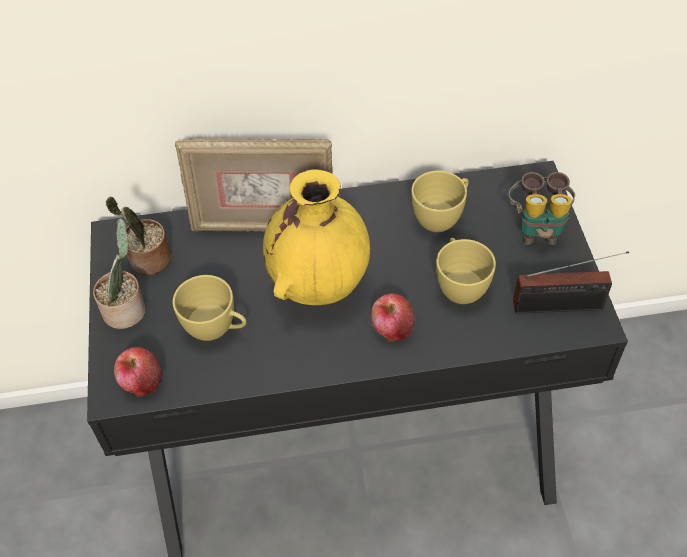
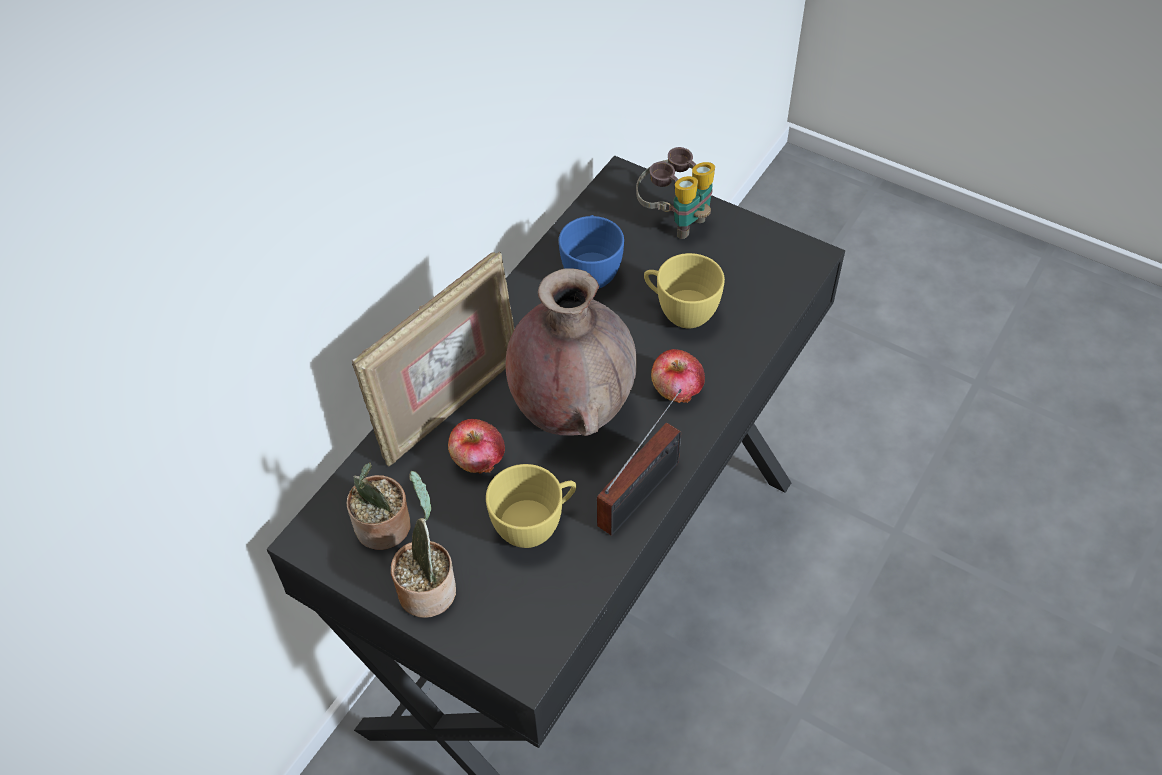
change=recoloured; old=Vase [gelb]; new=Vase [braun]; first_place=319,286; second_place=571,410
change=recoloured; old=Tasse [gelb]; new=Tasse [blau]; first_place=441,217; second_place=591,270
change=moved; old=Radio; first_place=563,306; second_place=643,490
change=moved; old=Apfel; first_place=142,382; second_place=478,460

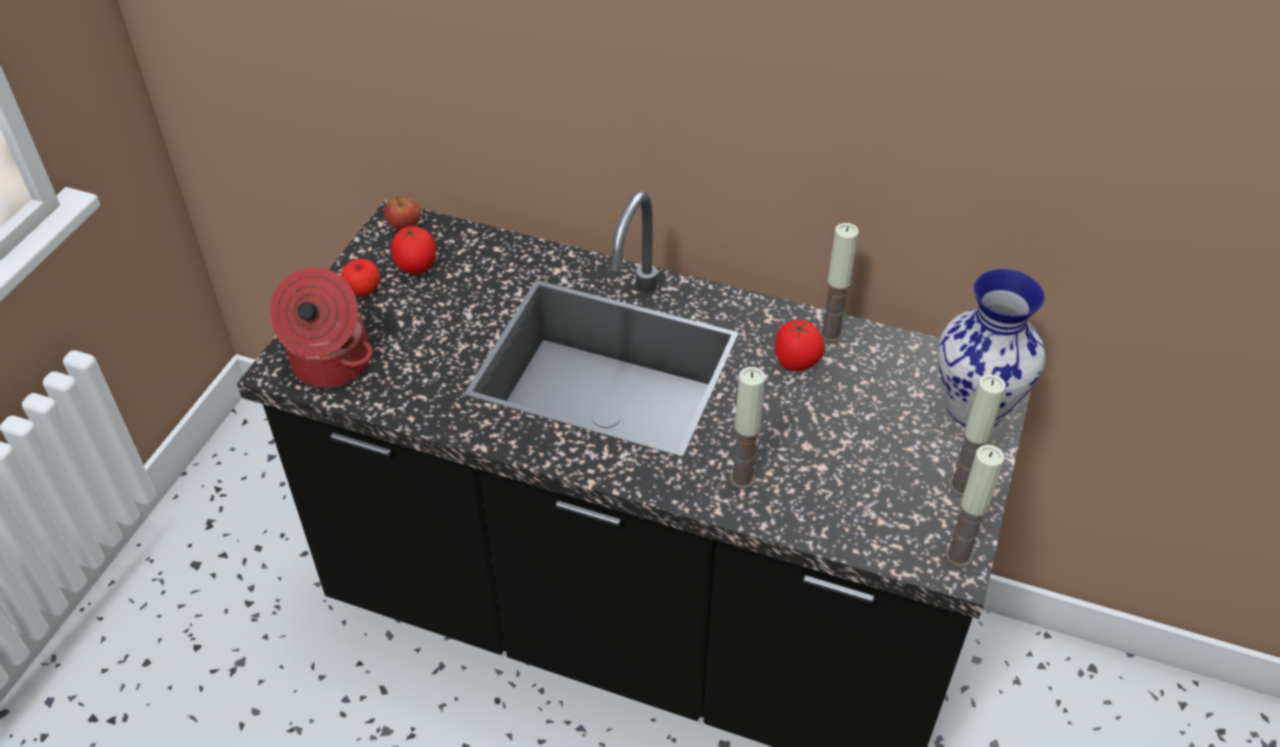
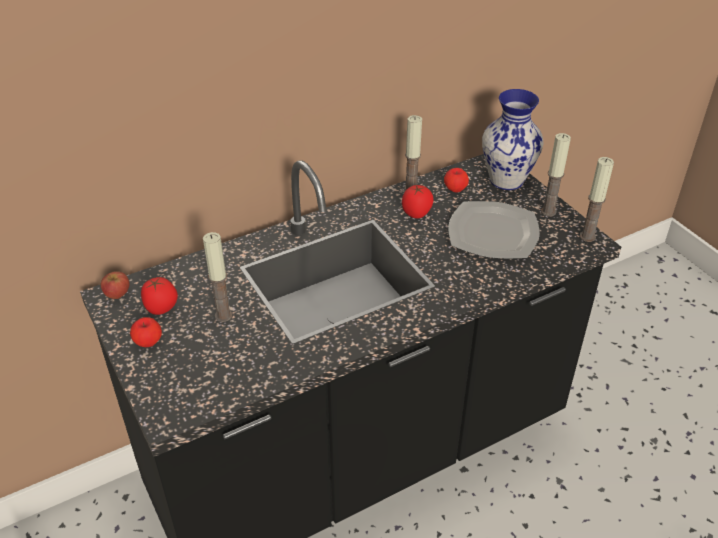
change=removed; old=Kochtopf; first_place=329,364
change=moved; old=Kerze; first_place=742,478; second_place=223,315
change=added; new=Apfel; second_place=455,189
change=added; new=Teller; second_place=492,232

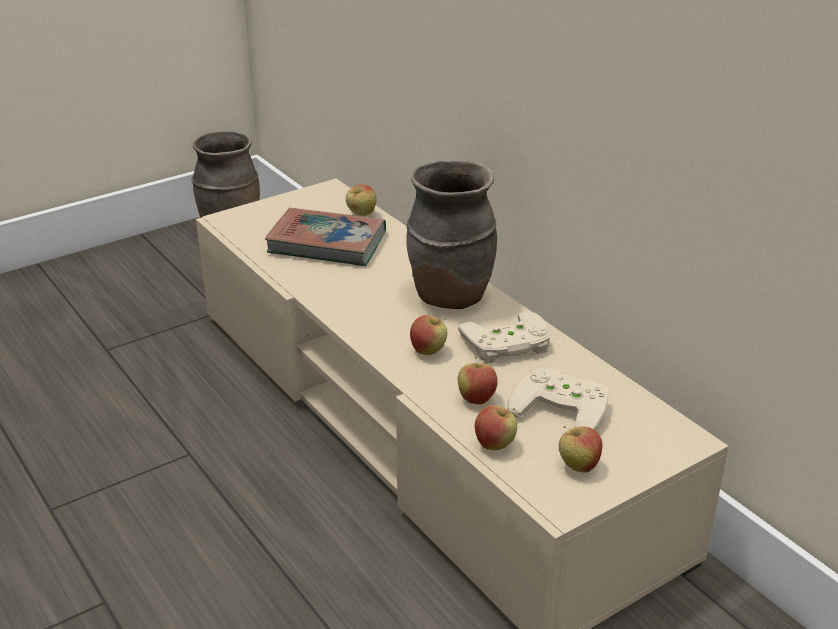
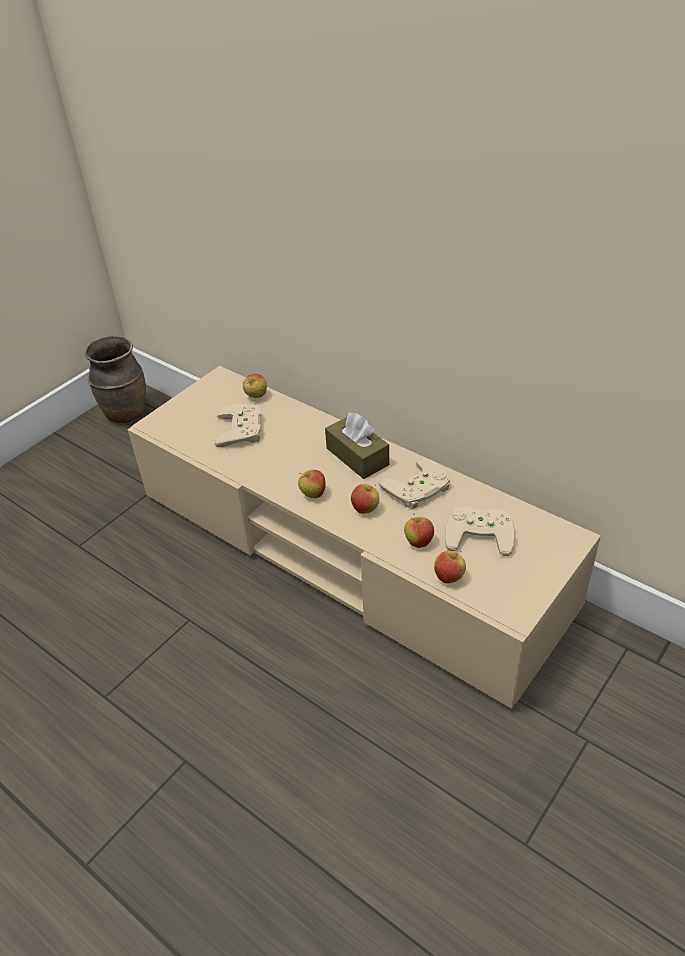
change=replaced; old=Vase [braun]; new=Taschentuchbox [braun]; first_place=449,296; second_place=357,456
change=replaced; old=Buch; new=Gamepad [beige]; first_place=327,243; second_place=243,429
change=moved; old=Apfel; first_place=578,466; second_place=313,494

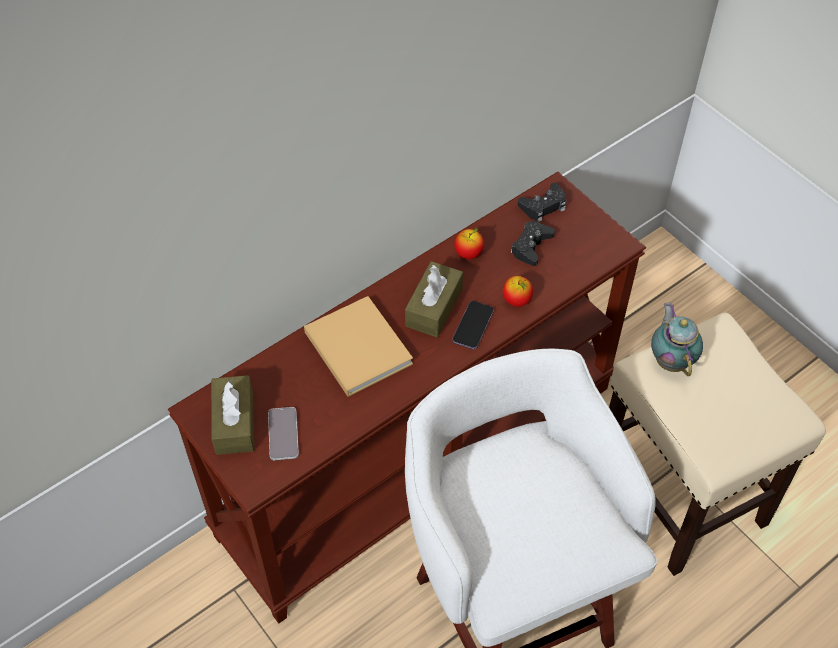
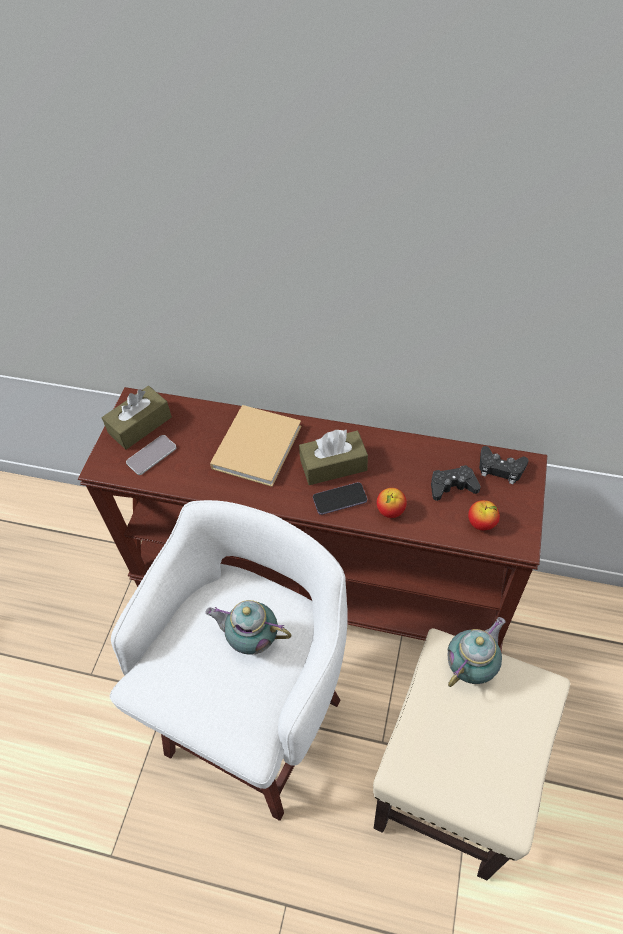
change=moved; old=Apfel; first_place=468,254; second_place=481,523
change=added; new=Teekanne; second_place=251,639

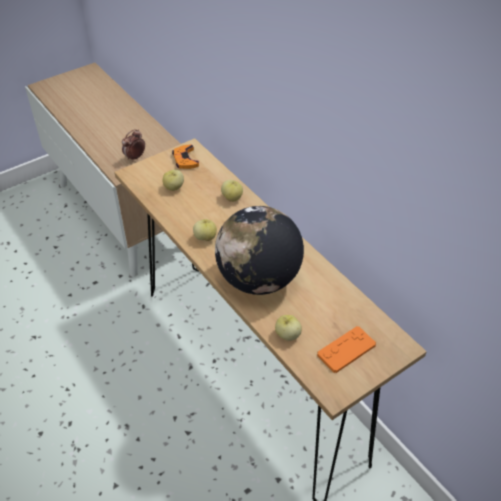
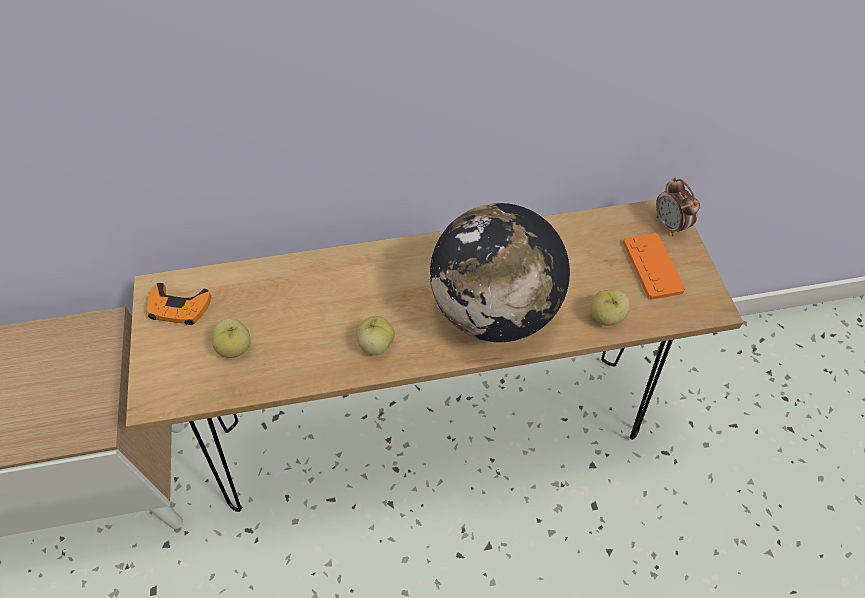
change=moved; old=Wecker; first_place=135,157; second_place=669,225
change=removed; old=Apfel; first_place=232,198

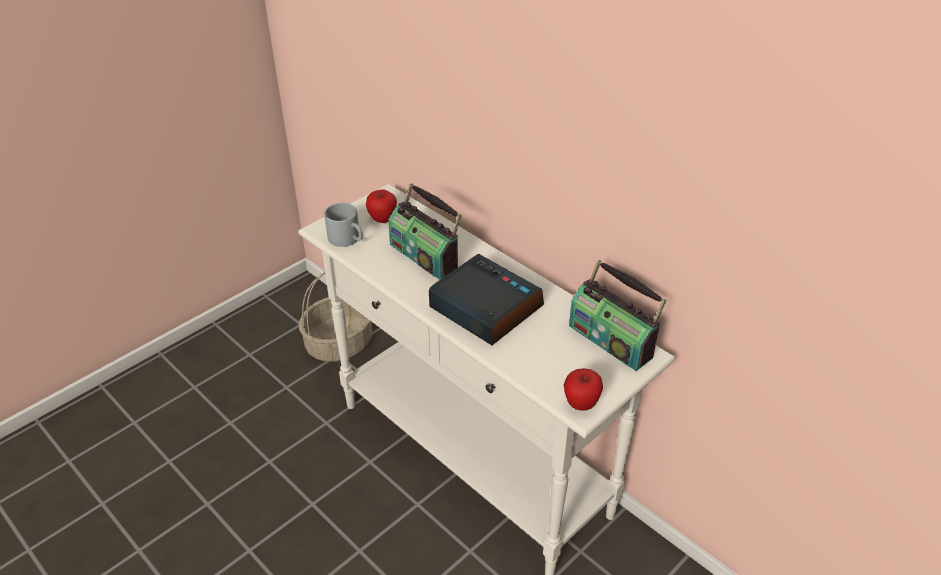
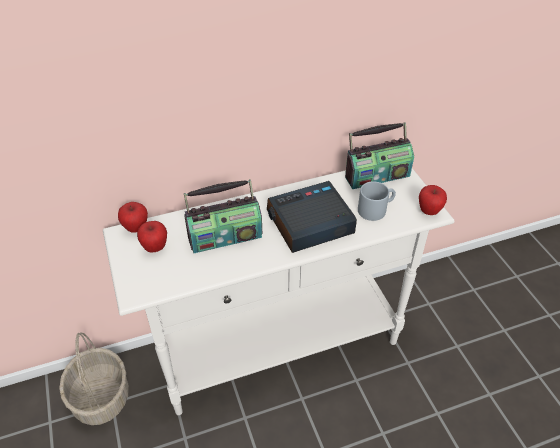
change=moved; old=Henkelbecher [grau]; first_place=348,239; second_place=375,209
change=added; new=Apfel; second_place=136,228

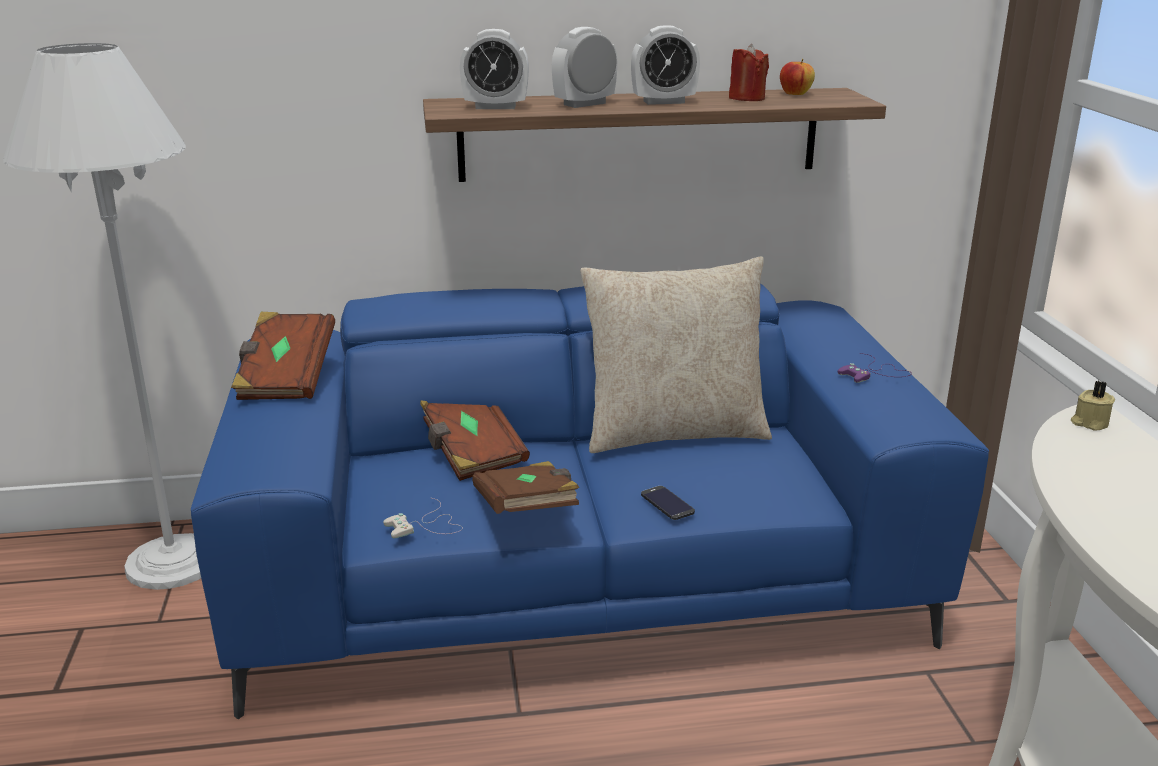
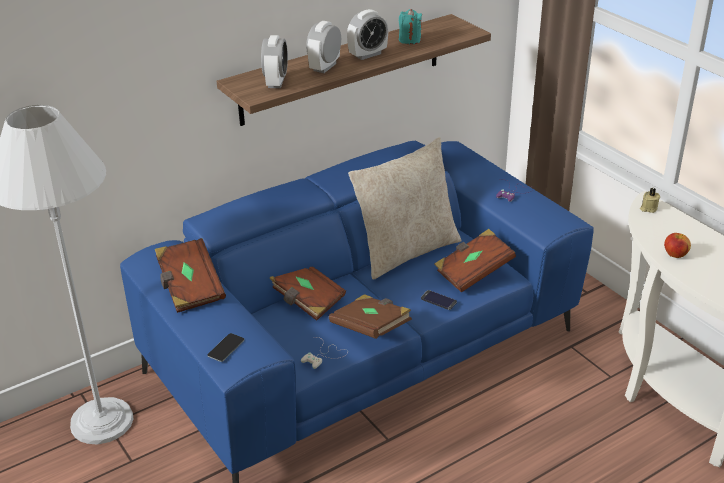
change=turned; old=Wecker; first_place=495,107; second_place=276,82; degrees=-60
change=recoloured; old=Kerze [rot]; new=Kerze [türkis]; first_place=746,98; second_place=409,40
change=moved; old=Apfel; first_place=795,94; second_place=675,254
change=added; new=Buch [braun]; second_place=473,272
change=added; new=Handy; second_place=226,348

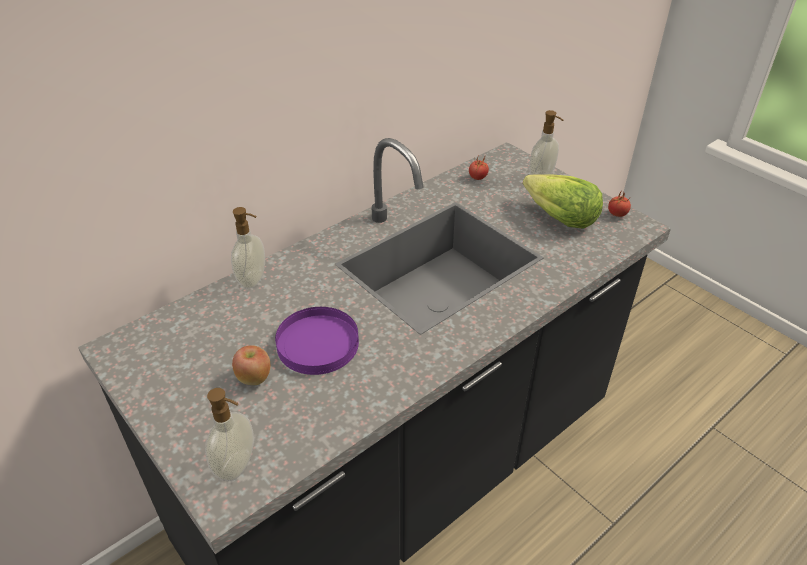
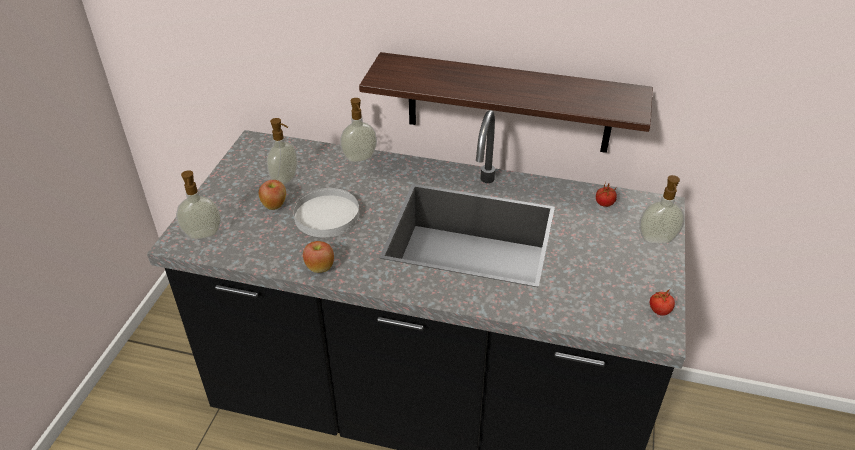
change=removed; old=Salatkopf; first_place=559,218
change=recoloured; old=Teller [lila]; new=Teller [weiß]; first_place=317,344; second_place=326,215
change=added; new=Wandregal; second_place=508,103
change=added; new=Seifenspender; second_place=286,179
change=added; new=Apfel; second_place=320,267

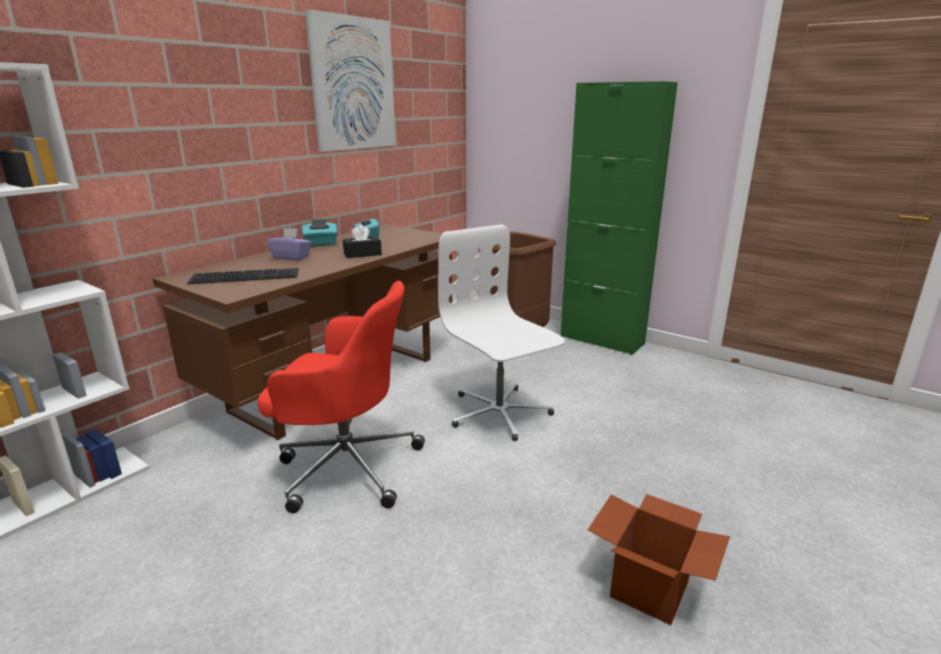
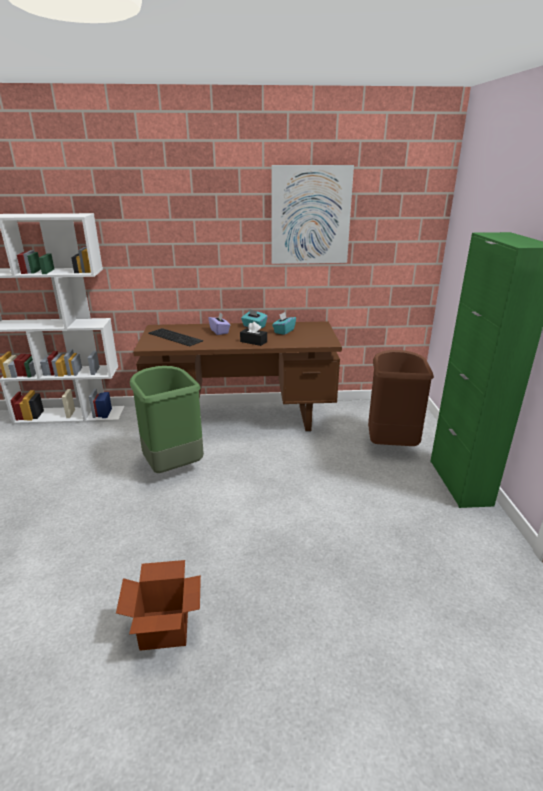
change=removed; old=Bürostuhl [weiß]; first_place=498,413
change=replaced; old=Bürostuhl [rot]; new=Mülleimer [grün]; first_place=346,466; second_place=171,466

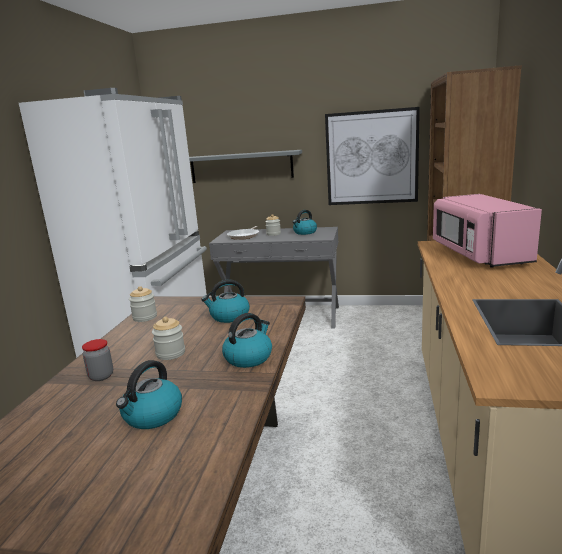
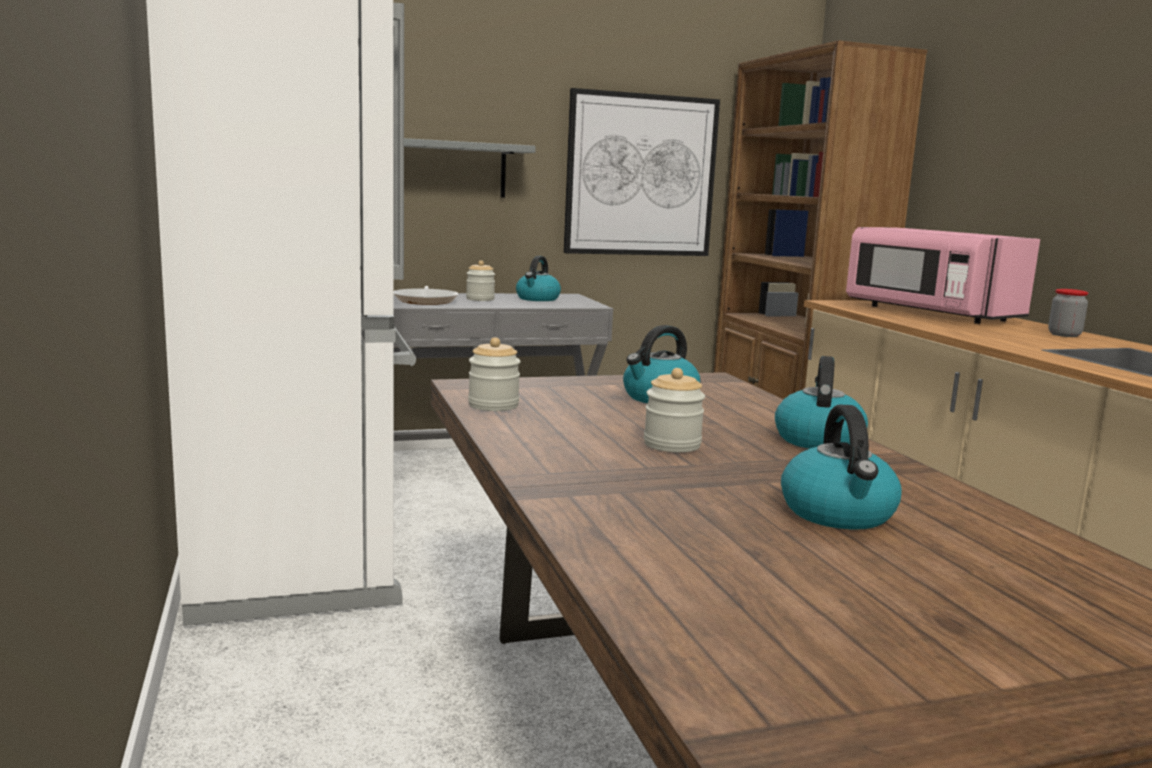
change=moved; old=Vorratsglas; first_place=101,376; second_place=1064,335

